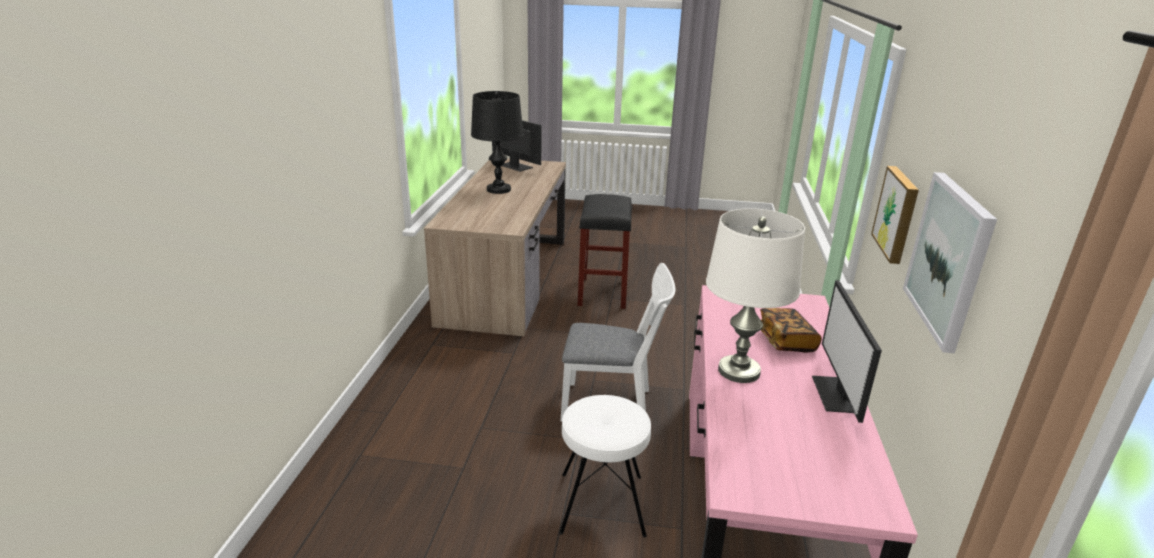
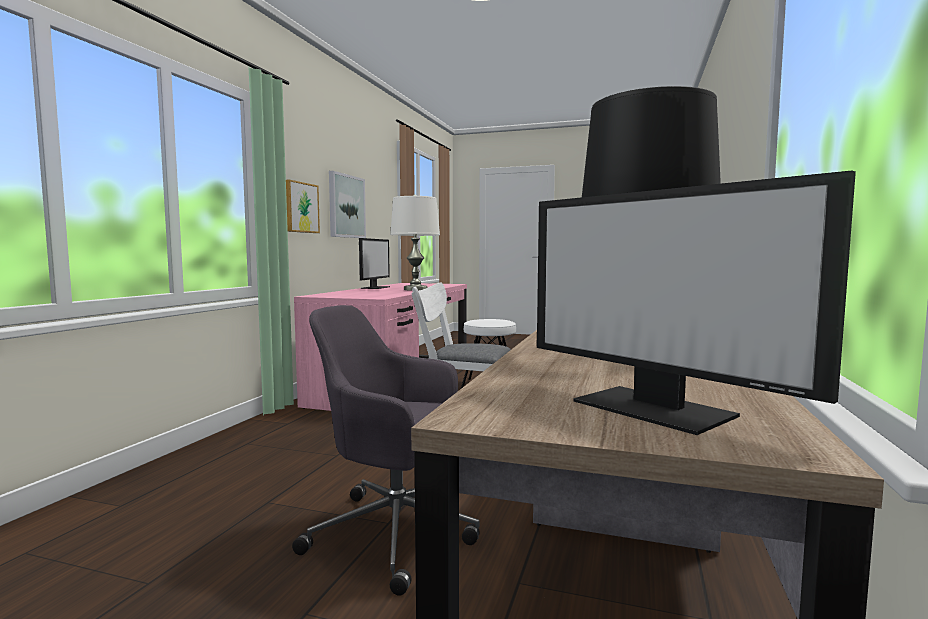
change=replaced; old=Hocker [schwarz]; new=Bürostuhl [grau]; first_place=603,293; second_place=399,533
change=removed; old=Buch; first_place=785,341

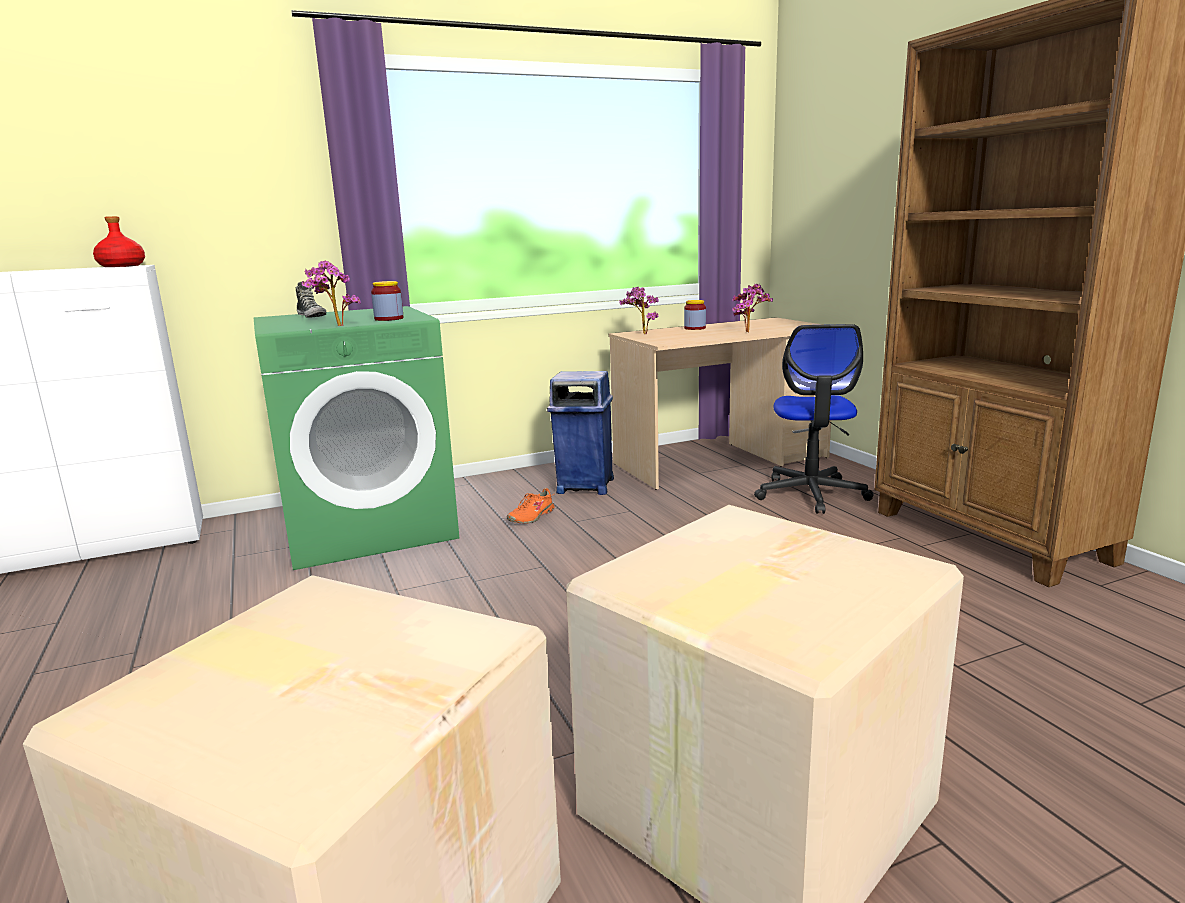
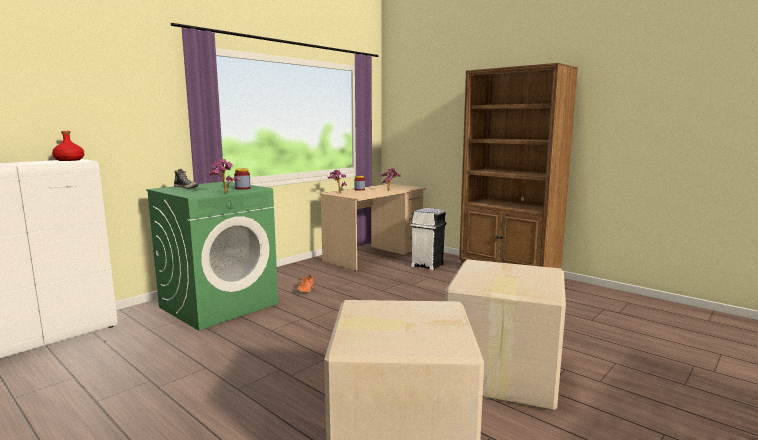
change=replaced; old=Bürostuhl; new=Mülleimer [weiß]; first_place=811,494; second_place=427,265
change=removed; old=Mülleimer [blau]; first_place=584,486

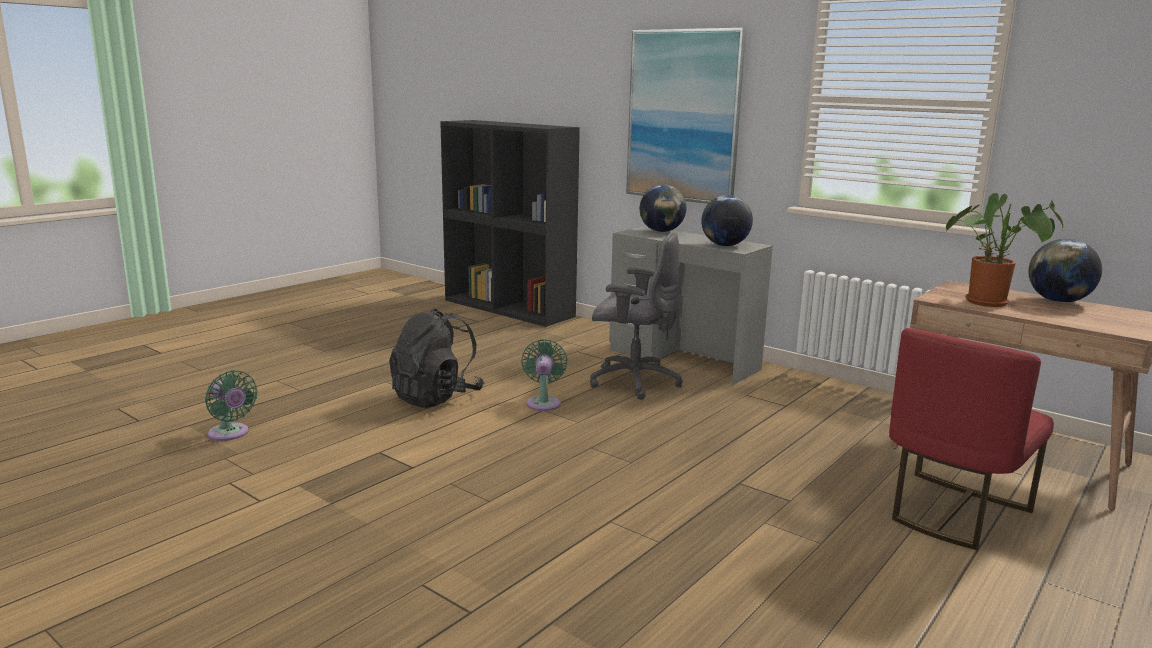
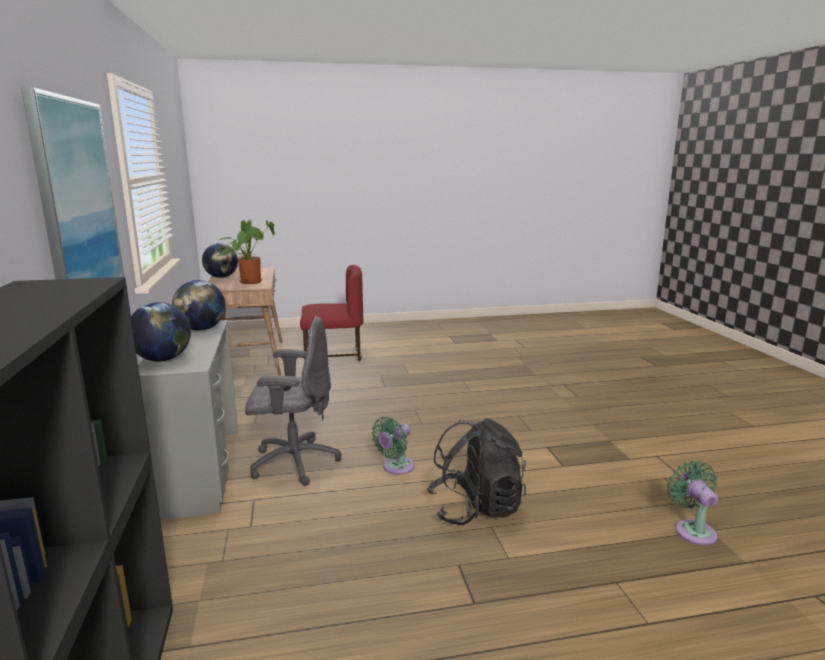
change=turned; old=Bürostuhl [grau]; first_place=633,381; second_place=293,462; degrees=120

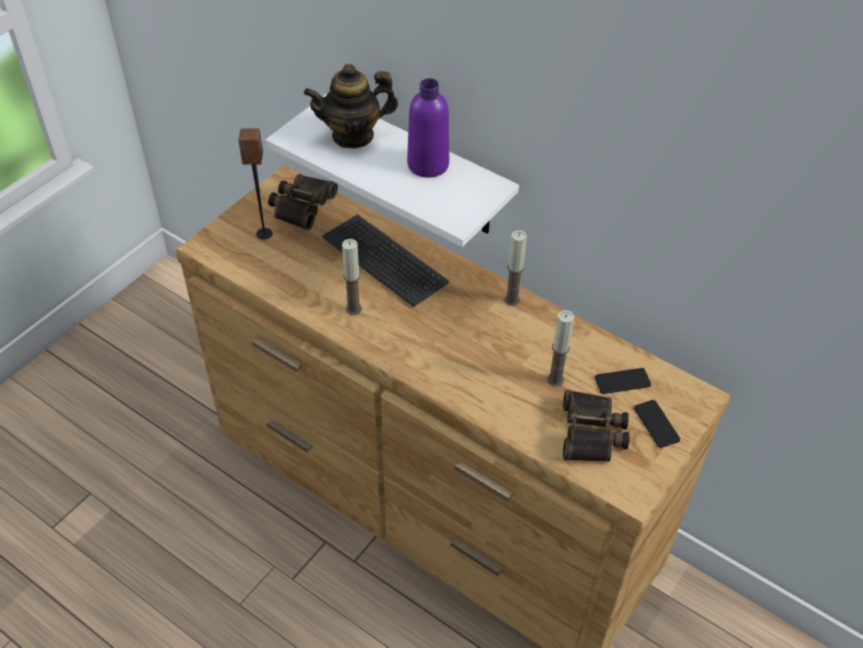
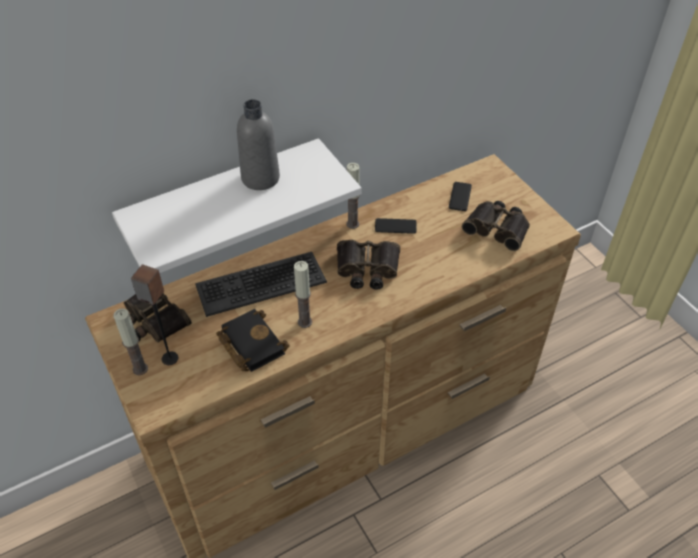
change=removed; old=Teekanne; first_place=353,135
change=recoloured; old=Flasche [lila]; new=Flasche [grau]; first_place=428,164; second_place=260,178
change=moved; old=Kerze; first_place=555,379; second_place=140,369
change=moved; old=Handy; first_place=656,424; second_place=395,226
change=added; new=Fernglas; second_place=367,269
change=added; new=Buch [schwarz]; second_place=250,343

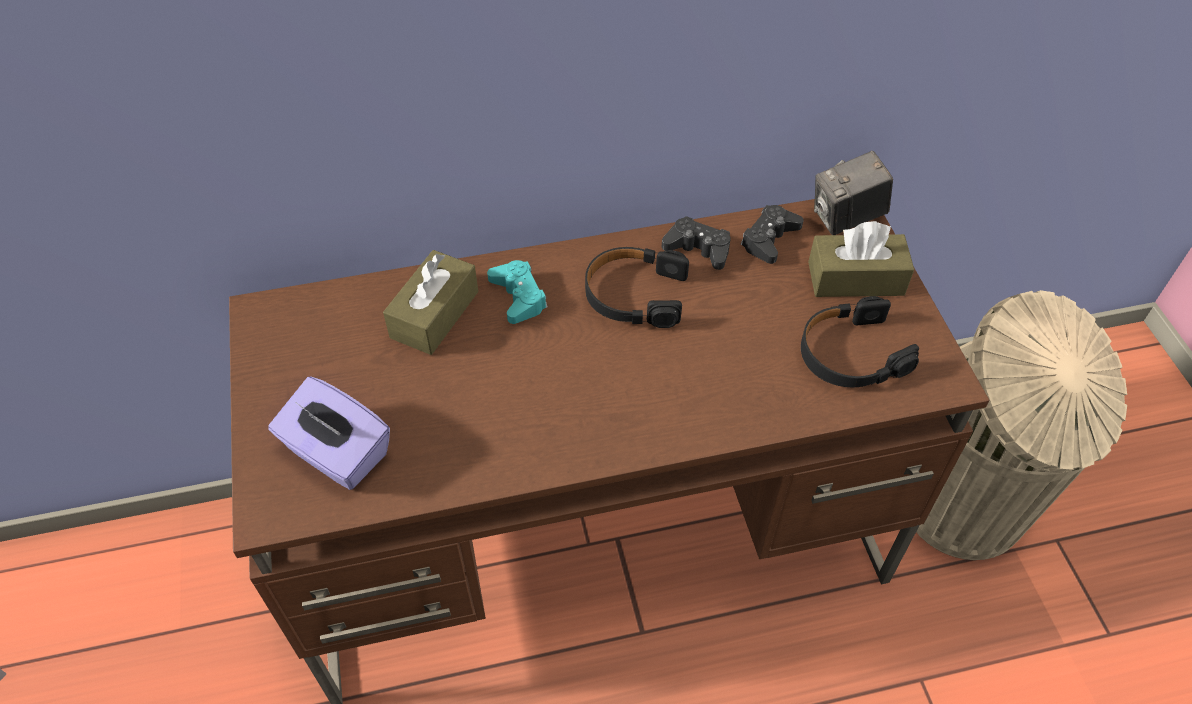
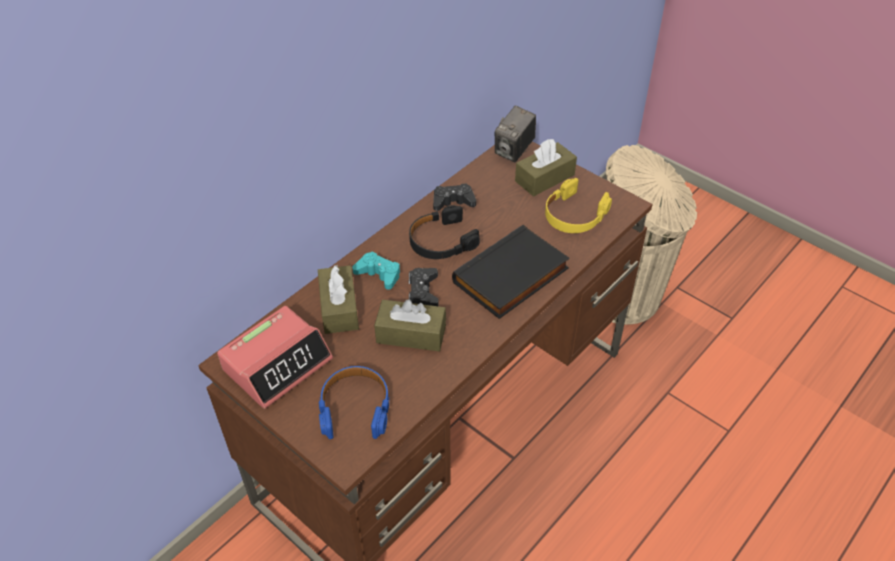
change=moved; old=Gamepad [schwarz]; first_place=769,239; second_place=423,292
change=recoloured; old=Kopfhörer [schwarz]; new=Kopfhörer [gelb]; first_place=850,354; second_place=574,215
change=replaced; old=Taschentuchbox [lila]; new=Kopfhörer [blau]; first_place=337,454; second_place=355,408
change=added; new=Buch [schwarz]; second_place=512,277
change=added; new=Taschentuchbox [braun]; second_place=411,334
change=added; new=Wecker; second_place=278,364

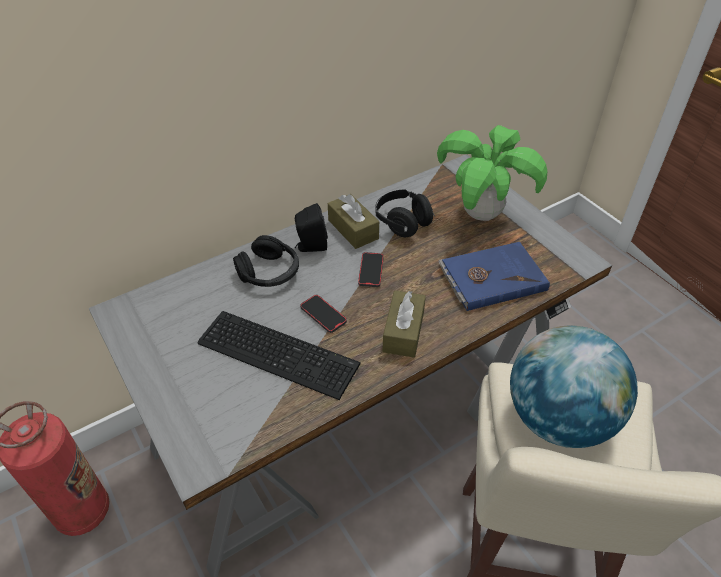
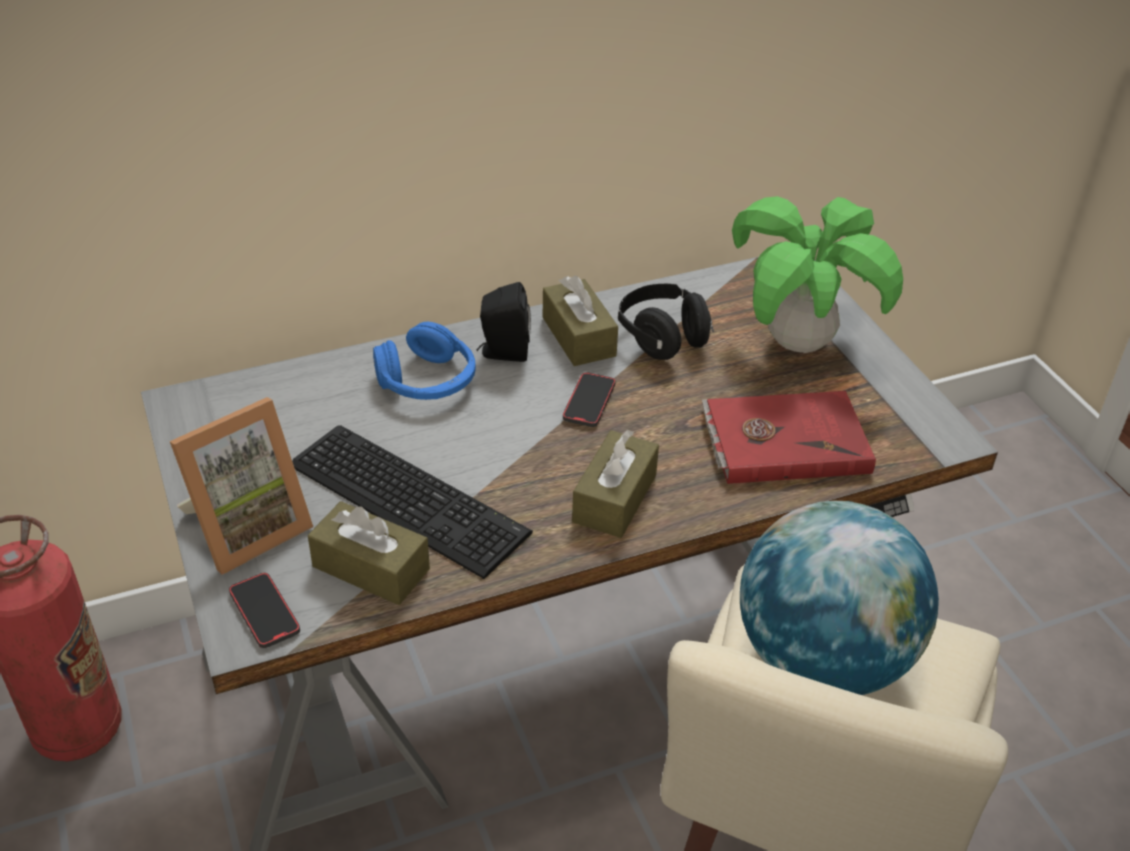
change=recoloured; old=Kopfhörer [schwarz]; new=Kopfhörer [blau]; first_place=269,272; second_place=427,381
change=recoloured; old=Buch [blau]; new=Buch [rot]; first_place=491,278; second_place=784,441
change=moved; old=Handy; first_place=323,315; second_place=264,612
change=added; new=Bilderrahmen; second_place=246,528
change=added; new=Taschentuchbox [braun]; second_place=371,568

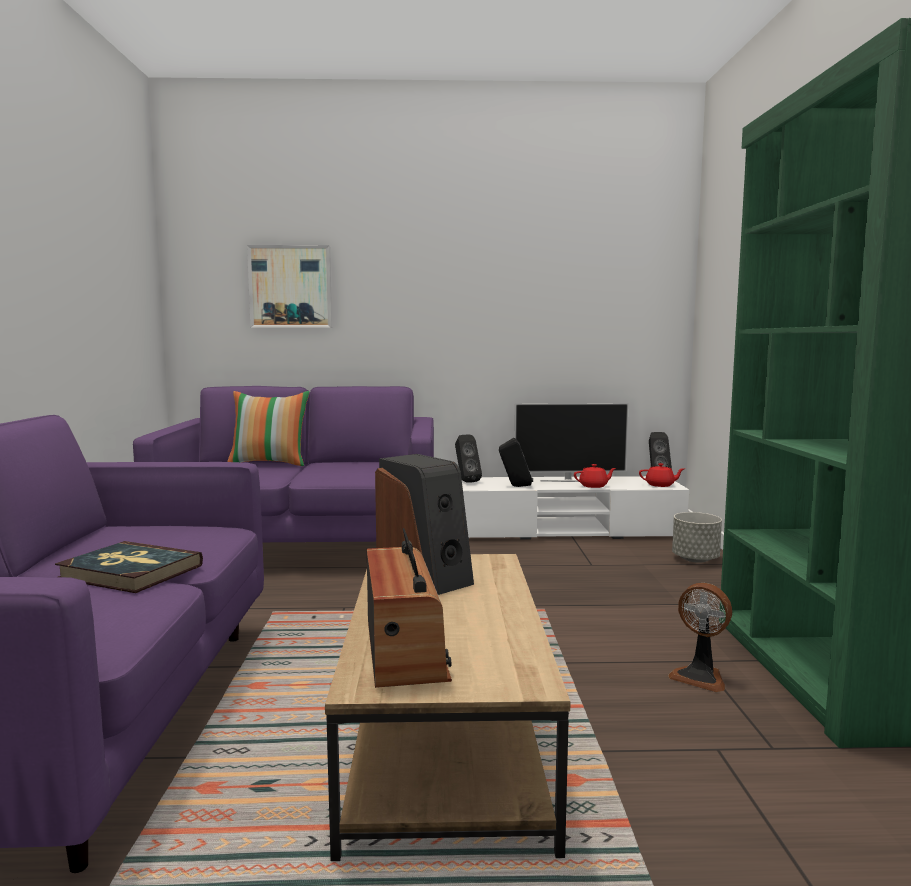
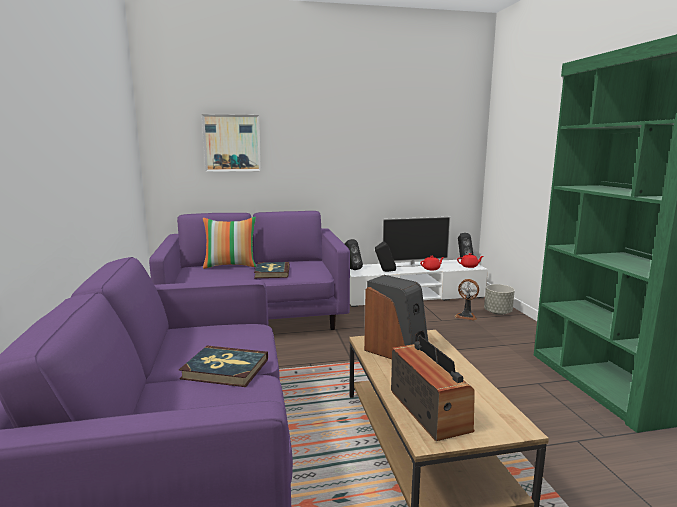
change=moved; old=Ventilator; first_place=700,677; second_place=466,316
change=added; new=Buch; second_place=272,272

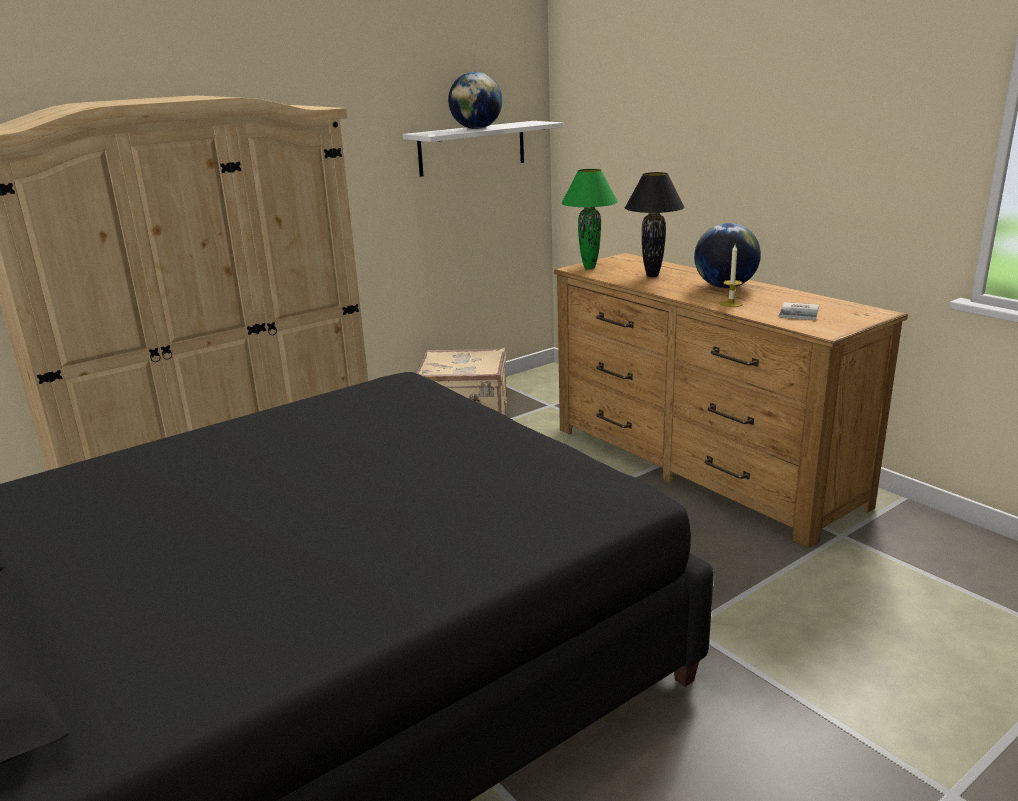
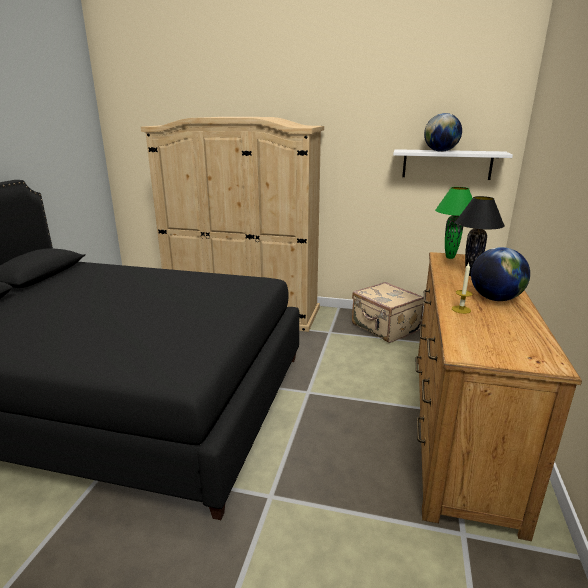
change=removed; old=Buch; first_place=800,312

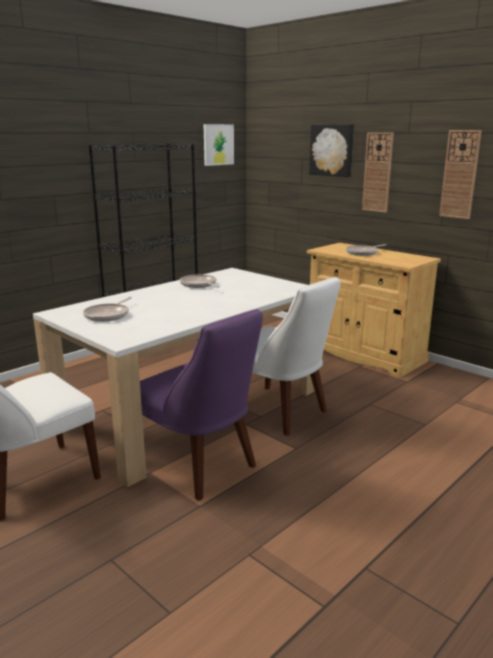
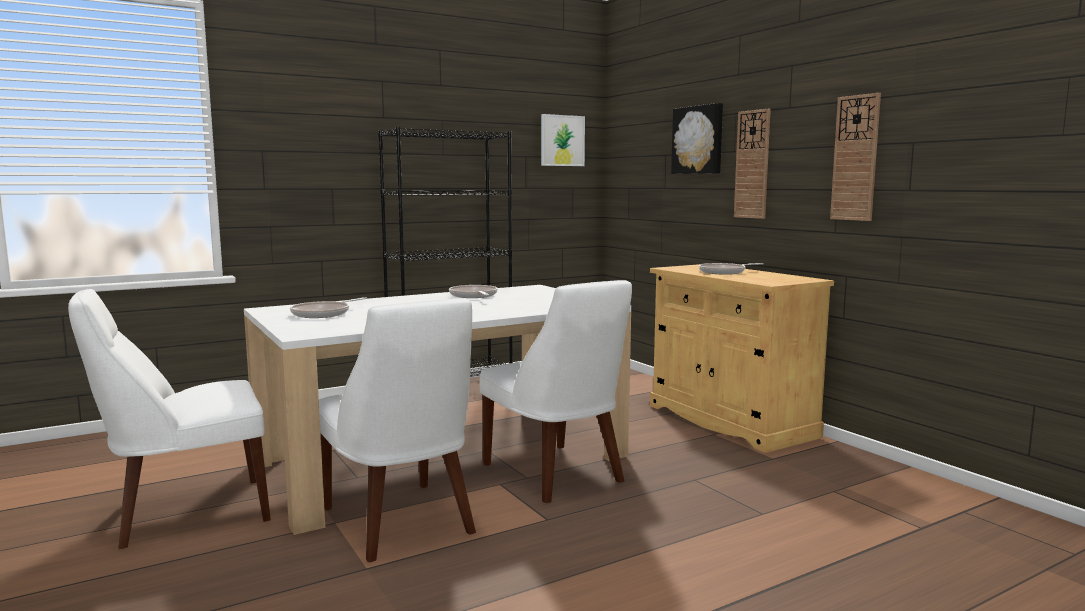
change=recoloured; old=Stuhl [lila]; new=Stuhl [weiß]; first_place=199,466; second_place=401,523

